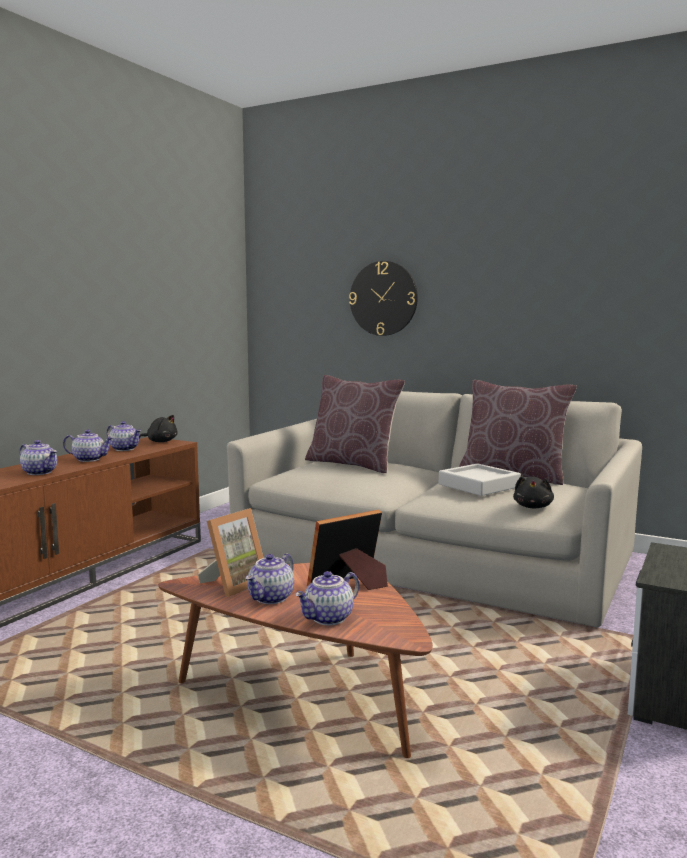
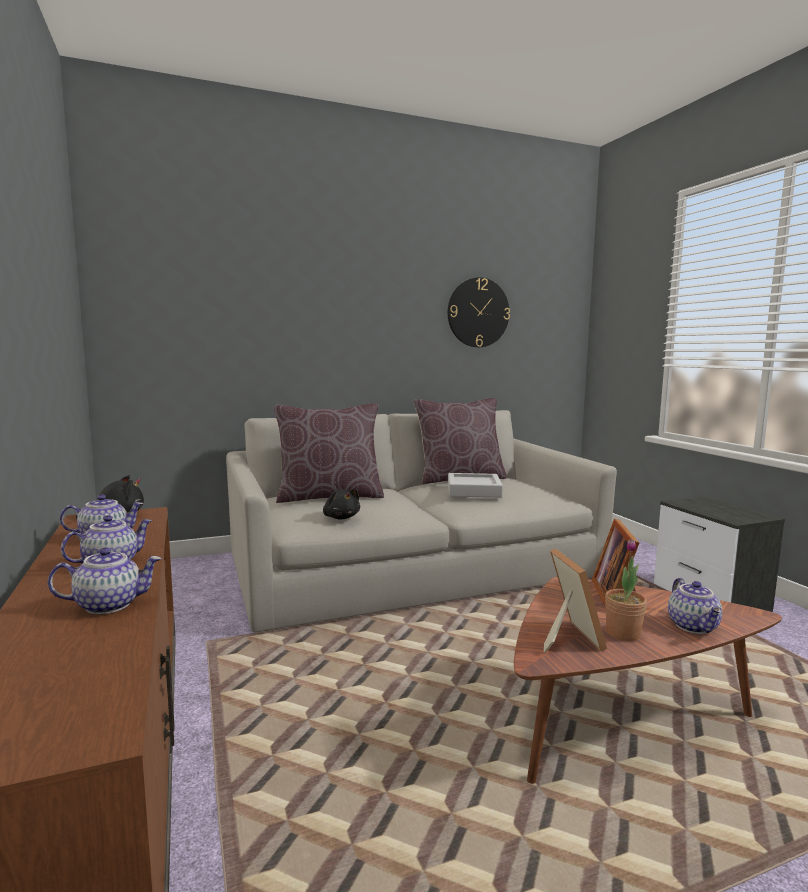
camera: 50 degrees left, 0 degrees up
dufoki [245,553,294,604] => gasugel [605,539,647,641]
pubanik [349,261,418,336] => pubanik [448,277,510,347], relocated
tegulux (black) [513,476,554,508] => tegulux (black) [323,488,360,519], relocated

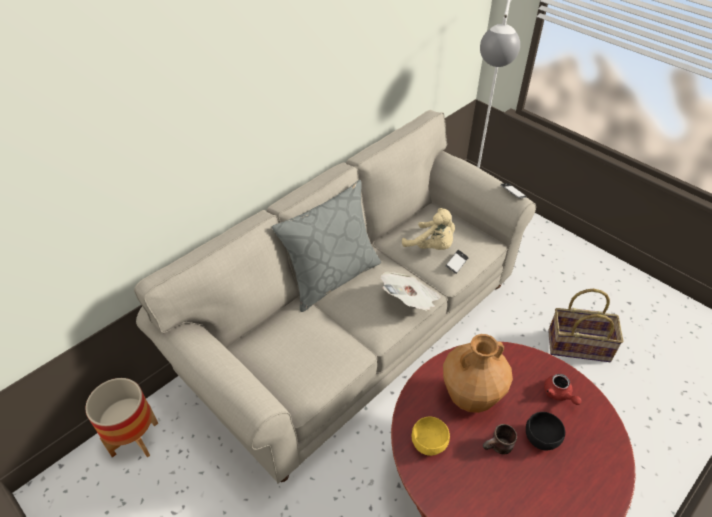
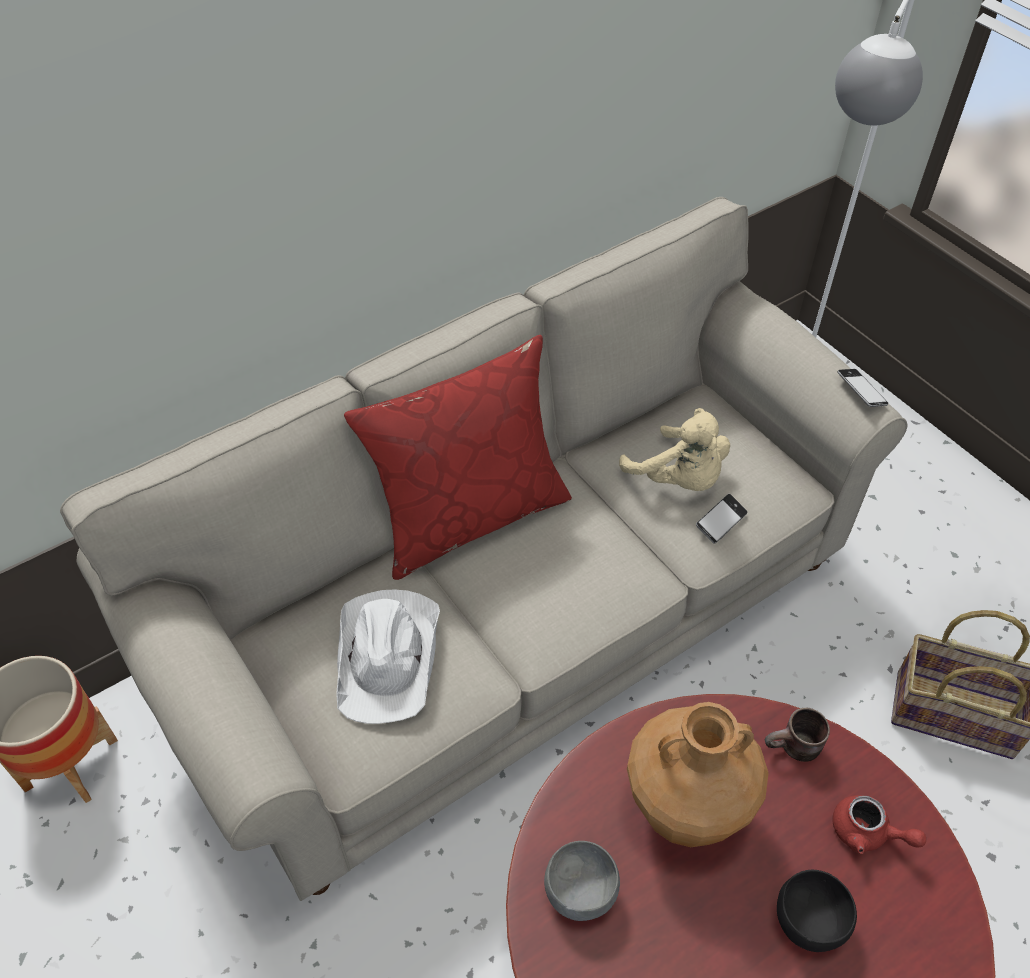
camera: 10 degrees right, 5 degrees up
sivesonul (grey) [272,180,381,312] => sivesonul (red) [344,335,572,580]
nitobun [380,271,441,311] => nothing
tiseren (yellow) [412,417,450,456] => tiseren (grey) [544,841,620,921]
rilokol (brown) [483,424,517,454] => rilokol (brown) [765,707,830,762], relocated
dufoki (red) [544,374,582,405] => dufoki (red) [832,795,926,854], 45 degrees counterclockwise
nothing => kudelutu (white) [336,589,440,724]

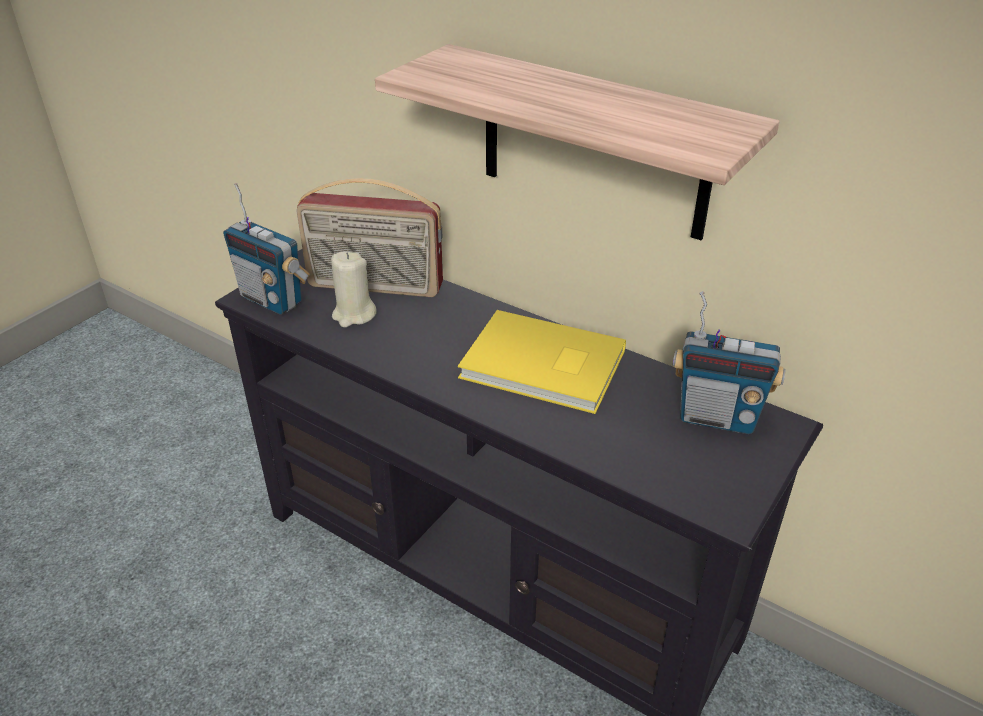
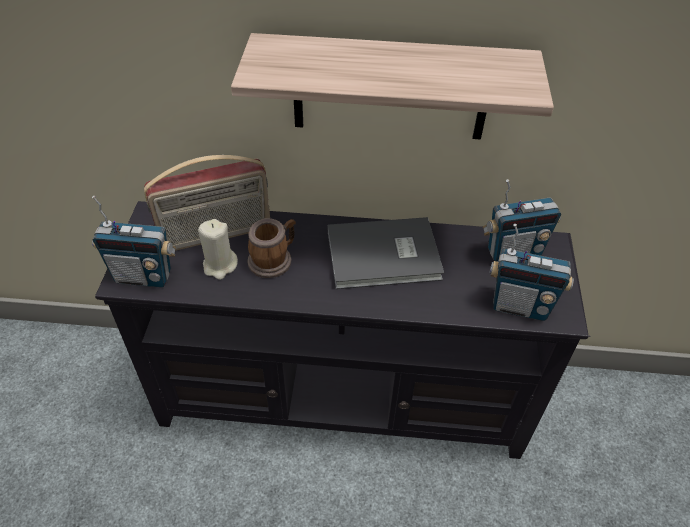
camera: 30 degrees left, 10 degrees up
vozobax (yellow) [458,310,626,414] => vozobax (grey) [328,217,444,289]
nothing => rilokol [248,218,296,278]
nothing => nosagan [490,224,574,321]

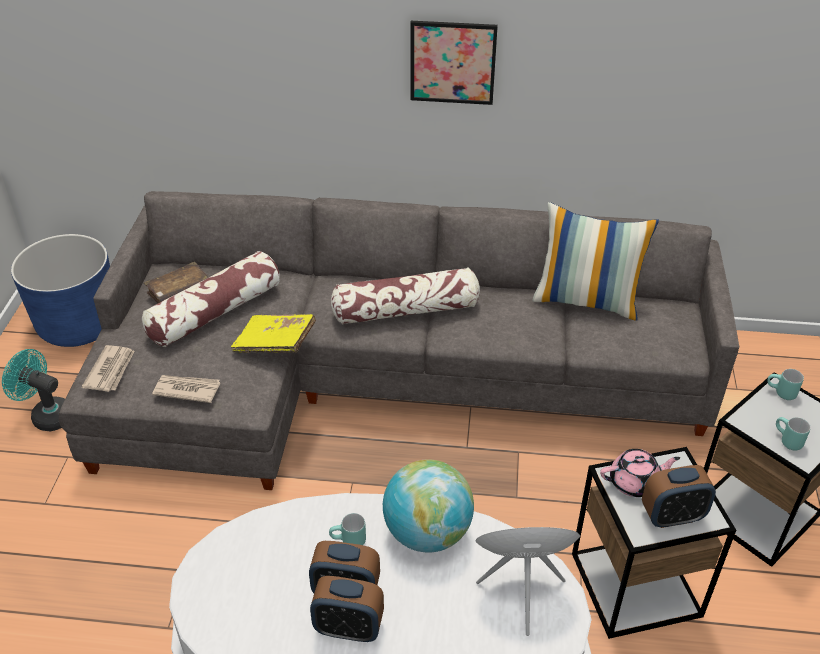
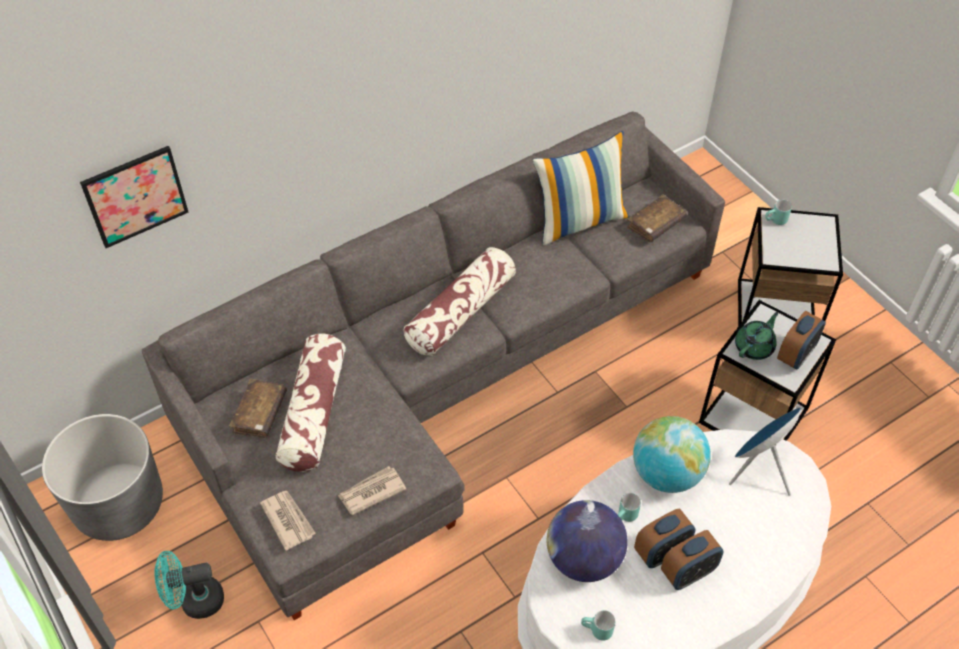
camera: 40 degrees left, 10 degrees up
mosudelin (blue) [11,234,110,347] => mosudelin (grey) [42,414,163,541]
vozobax (yellow) [231,314,316,353] => nothing
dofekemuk [410,21,498,105] => dofekemuk [80,146,188,248], relocated
dufoki (pink) [600,449,680,497] => dufoki (green) [735,312,778,360]
rilokol (turquoise) [776,417,811,450] => rilokol (turquoise) [581,610,615,641], relocated
nothing => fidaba [547,500,628,582]
nothing => vozobax (brown) [627,195,687,242]

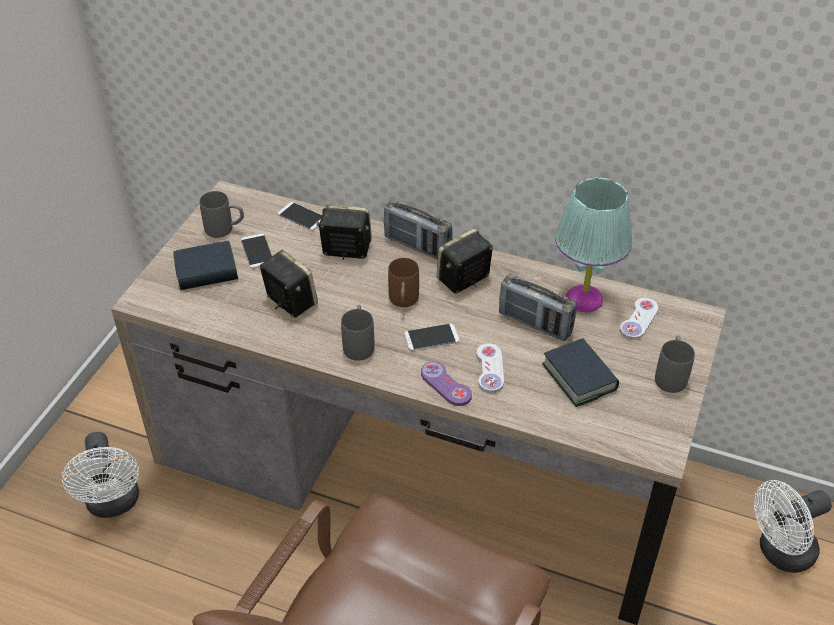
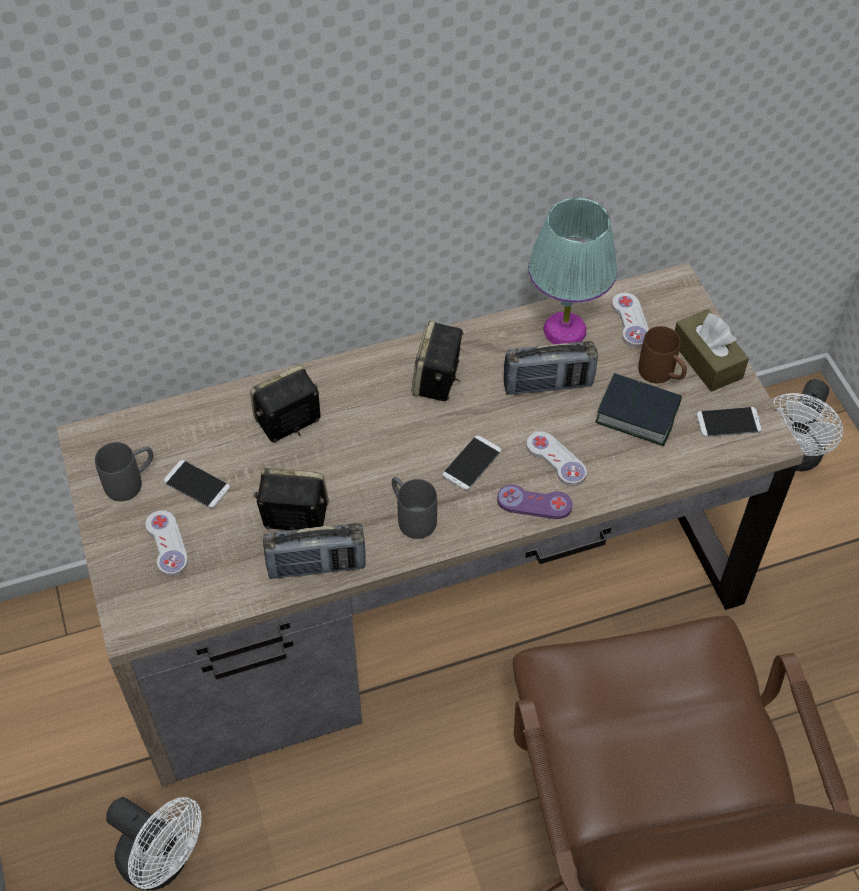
camera: 40 degrees left, 10 degrees up
vozobax [173,241,238,290] => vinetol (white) [145,510,188,576]
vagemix [278,202,322,231] => vagemix [697,407,762,437], relocated
nosagan [384,200,453,260] => nosagan [263,523,366,579], relocated
rilokol (brown) [388,258,419,307] => rilokol (brown) [638,326,687,384], relocated
rilokol (grey) [655,336,695,393] => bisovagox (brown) [675,309,749,392]

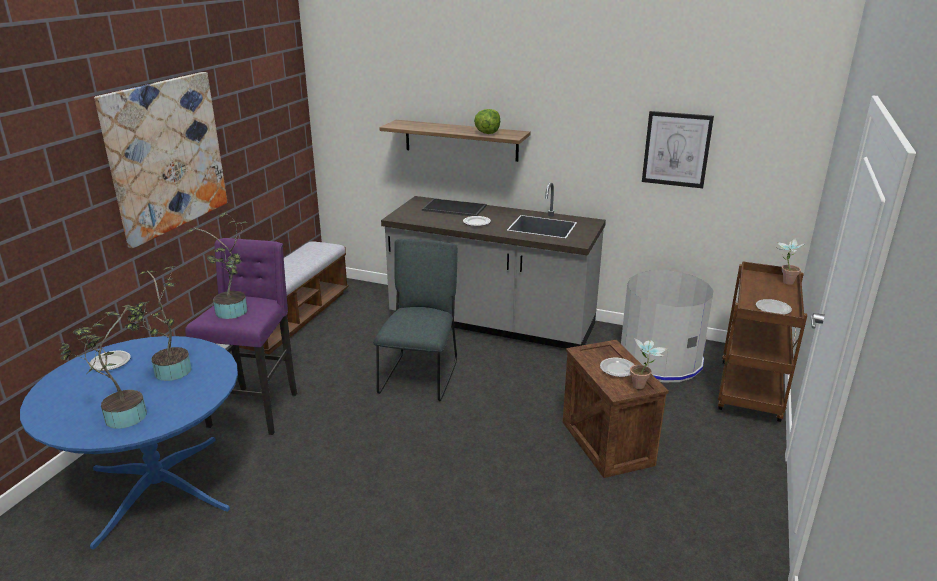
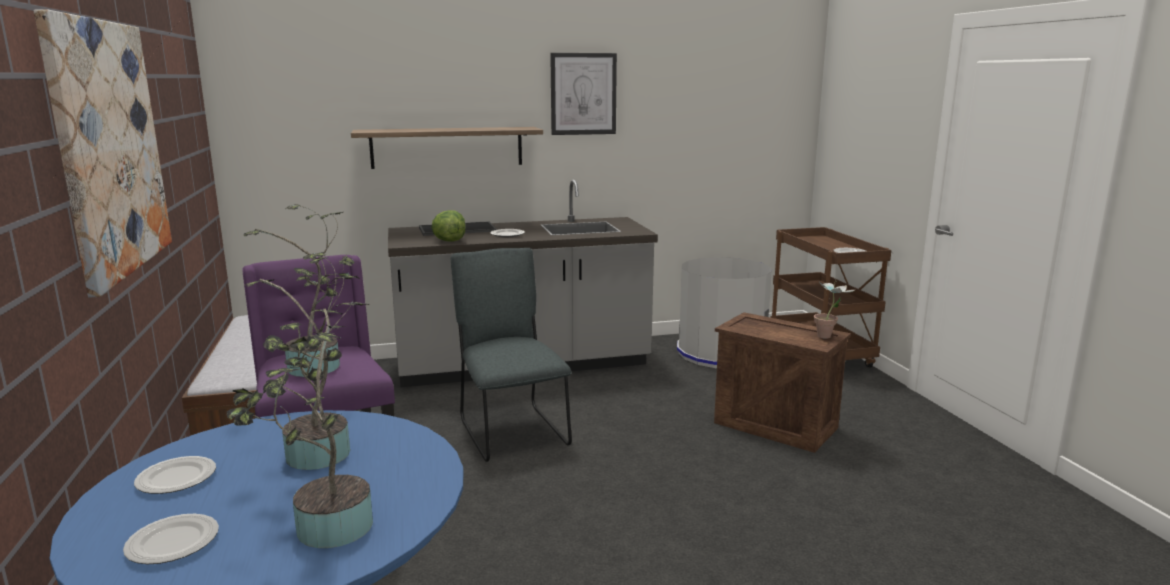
camera: 35 degrees left, 10 degrees down
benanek [474,109,500,134] => benanek [431,210,466,242], relocated
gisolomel [600,358,634,377] => gisolomel [123,514,219,564], relocated
dofekemuk [642,111,714,188] => dofekemuk [550,53,617,135], relocated
gasugel [776,238,806,285] => nothing

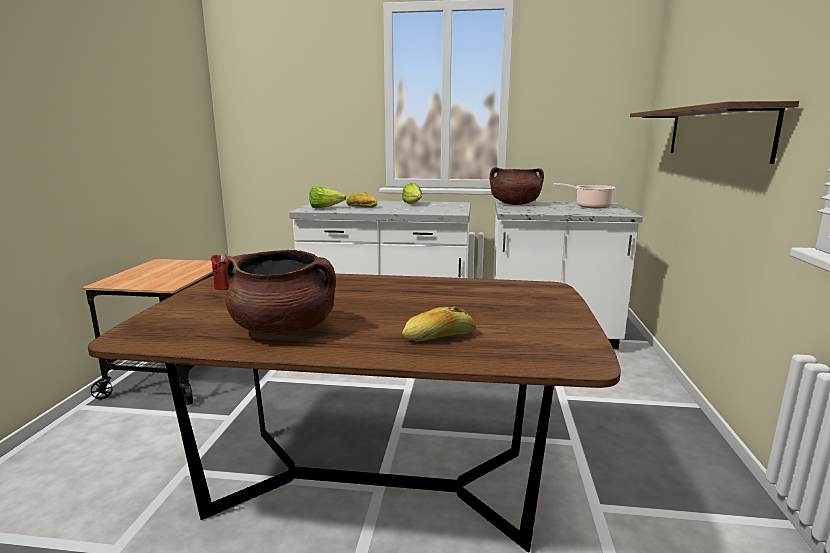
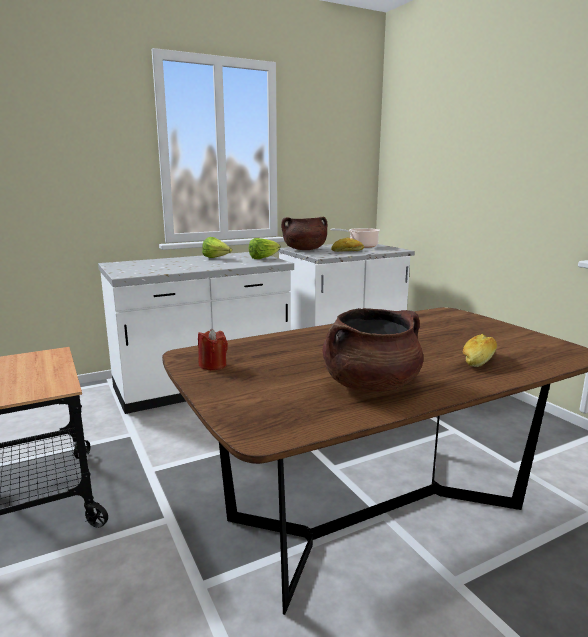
camera: 35 degrees left, 0 degrees up
benanek [309,186,346,208] => benanek [249,238,280,259], relocated
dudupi [346,192,378,208] => dudupi [331,238,364,252], relocated
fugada [630,101,799,164] => nothing

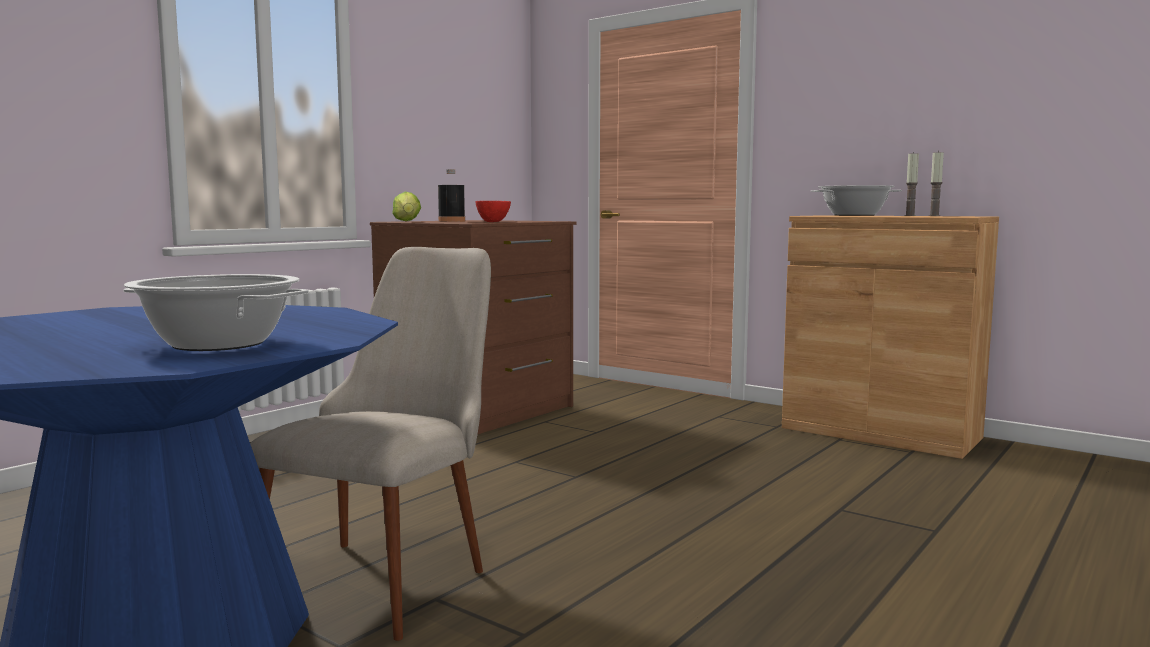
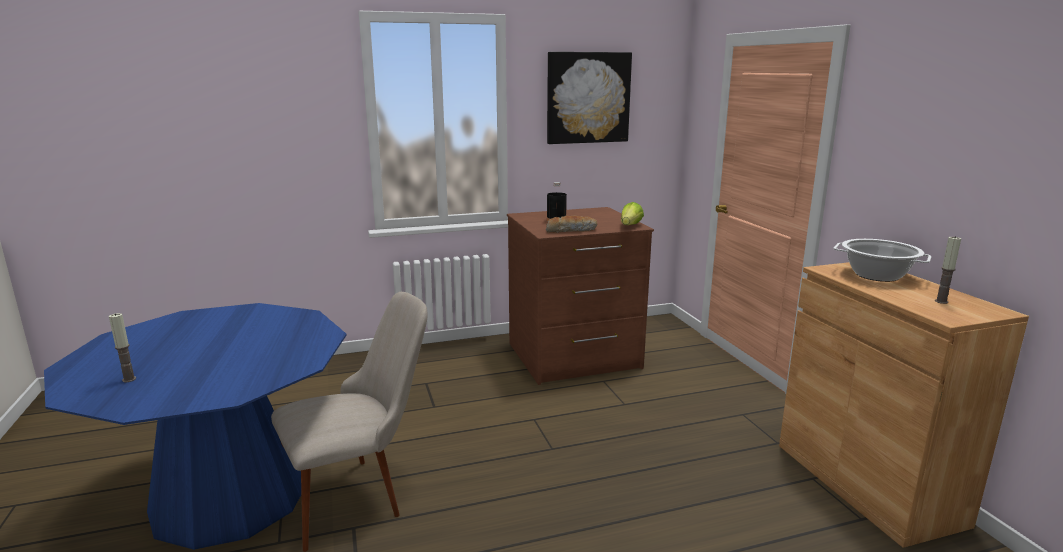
camera: 35 degrees right, 10 degrees up
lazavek [123,274,309,351] => nothing
benanek [392,192,421,221] => benanek [621,202,644,225], relocated
tiseren (red) [475,201,511,222] => dudupi [546,215,597,233]
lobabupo [904,153,919,216] => lobabupo [109,313,136,382], relocated
nothing => dofekemuk [547,52,632,144]

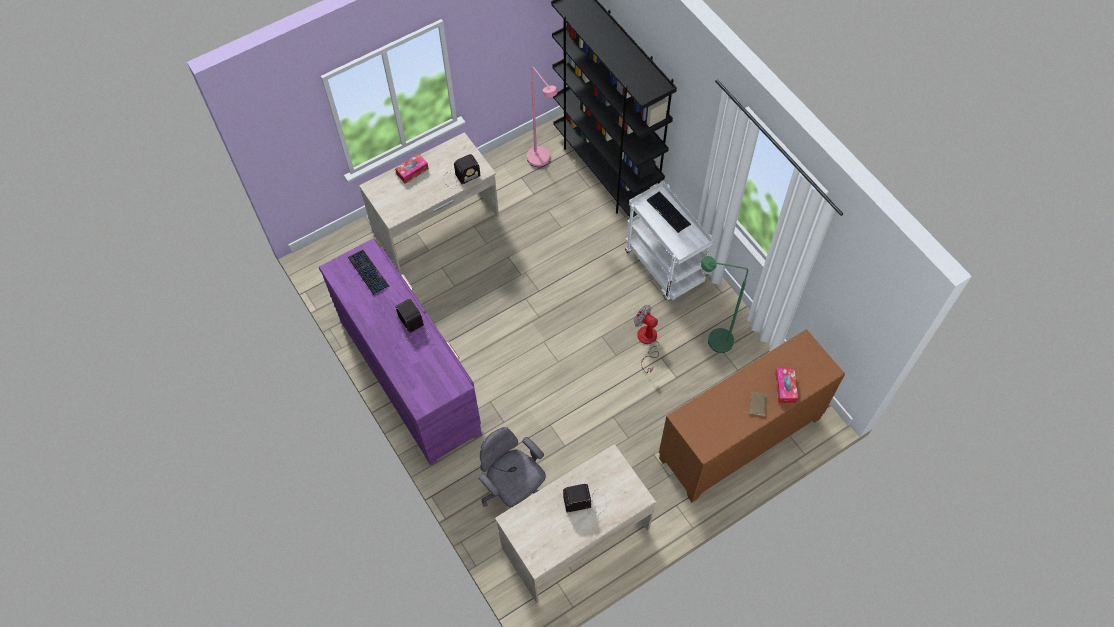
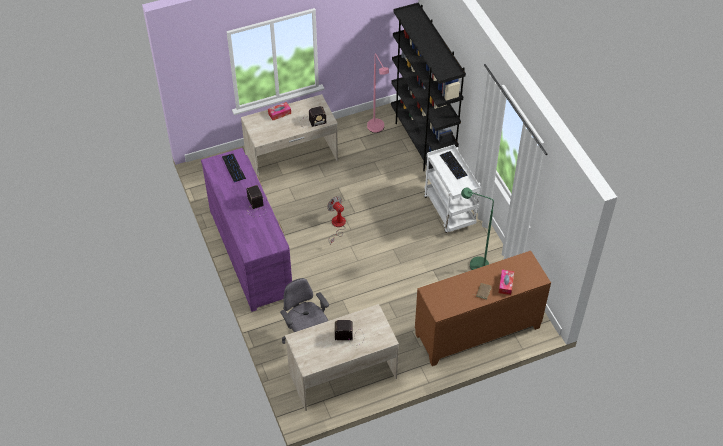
camera: 10 degrees right, 10 degrees down
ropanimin [634,305,659,373] => ropanimin [327,196,346,245], relocated

